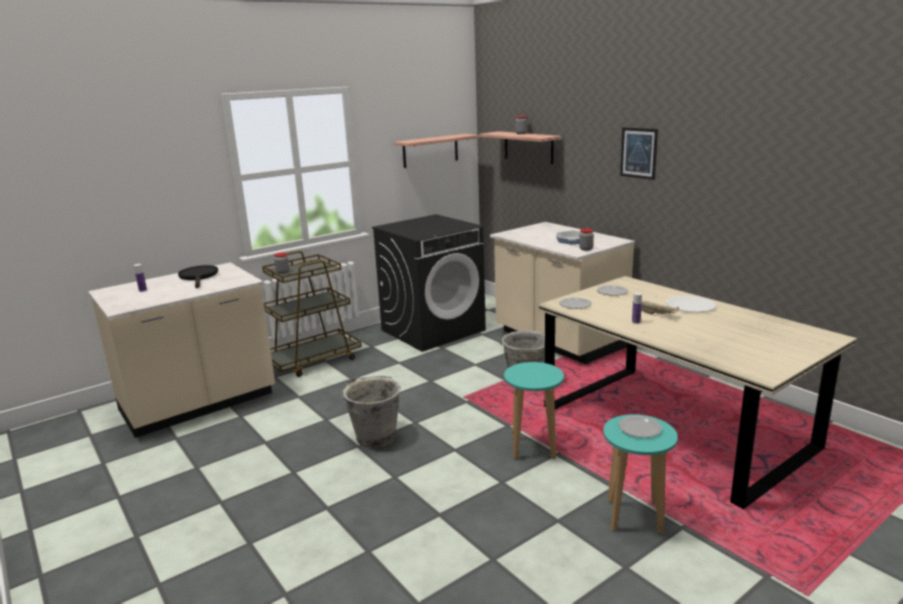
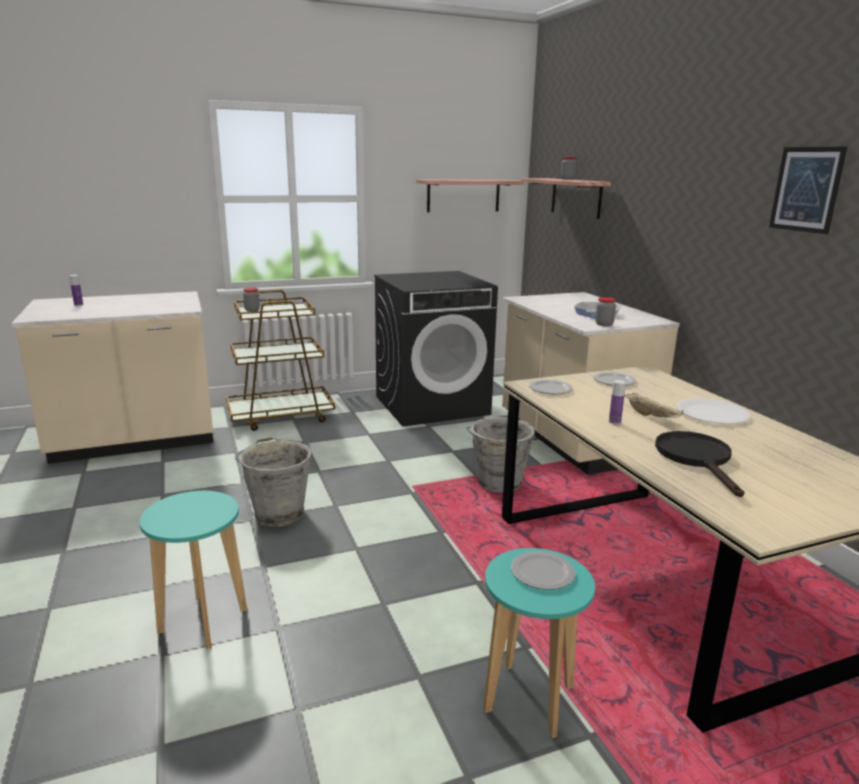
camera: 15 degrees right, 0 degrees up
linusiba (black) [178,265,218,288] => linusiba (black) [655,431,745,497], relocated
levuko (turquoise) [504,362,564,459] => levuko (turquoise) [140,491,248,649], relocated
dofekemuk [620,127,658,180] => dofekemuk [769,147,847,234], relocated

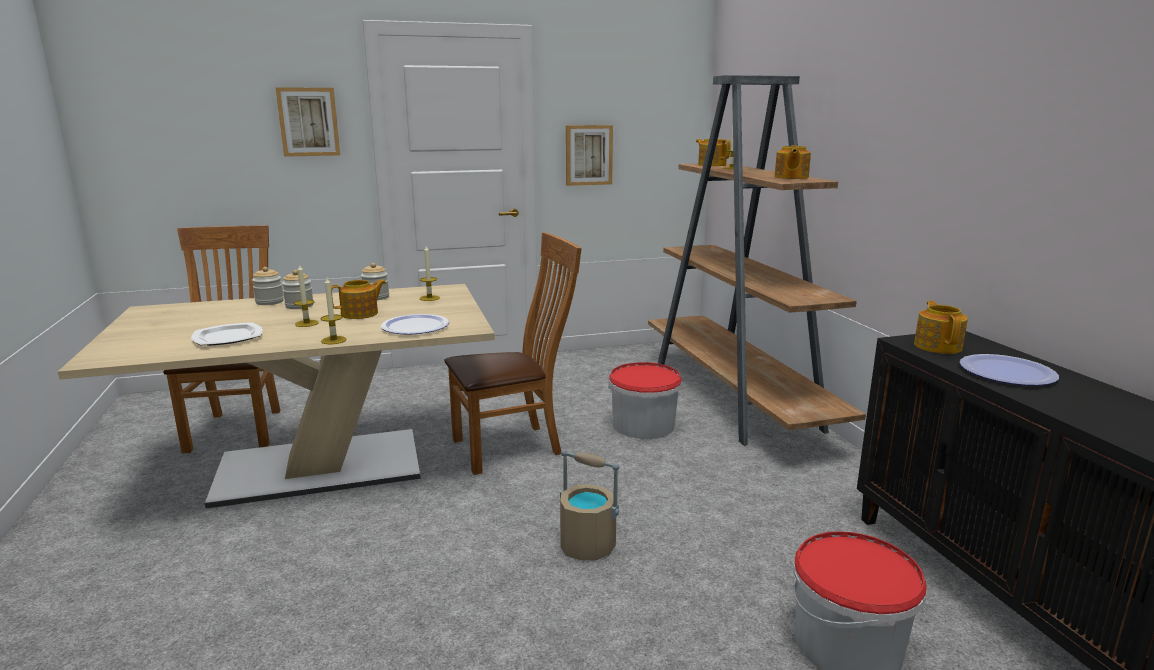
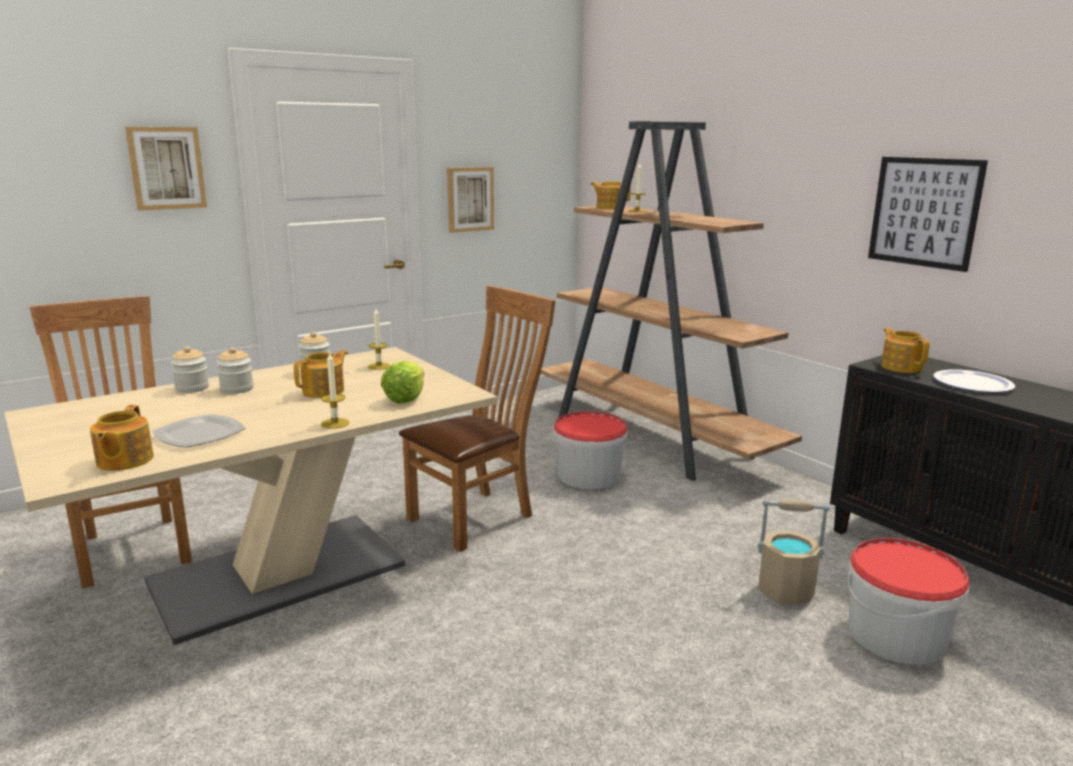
camera: 20 degrees left, 0 degrees up
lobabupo [294,264,319,327] => nothing
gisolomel [381,314,449,335] => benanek [381,361,424,404]
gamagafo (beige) [560,449,620,560] => gamagafo (beige) [757,499,830,605], relocated
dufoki [775,145,811,179] => dufoki [90,405,154,471], relocated
nothing => dofekemuk [868,157,988,272]

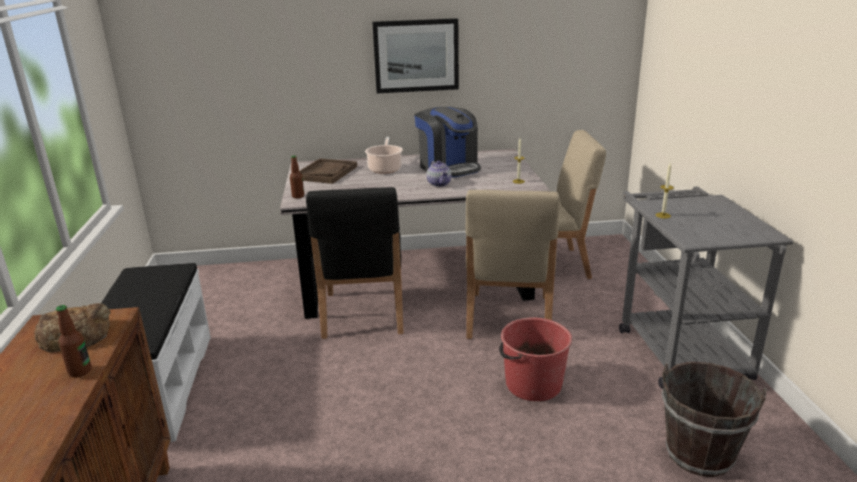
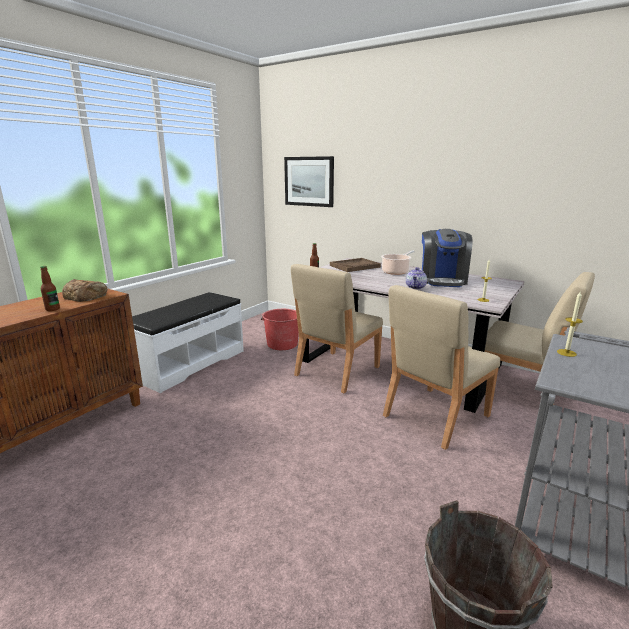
camera: 40 degrees right, 5 degrees down
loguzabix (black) [306,187,403,339] => loguzabix (beige) [291,264,383,393]
dofekemuk [372,18,459,93] => dofekemuk [284,156,334,207], relocated
gamagafo (red) [499,318,572,401] => gamagafo (red) [261,309,299,350], relocated

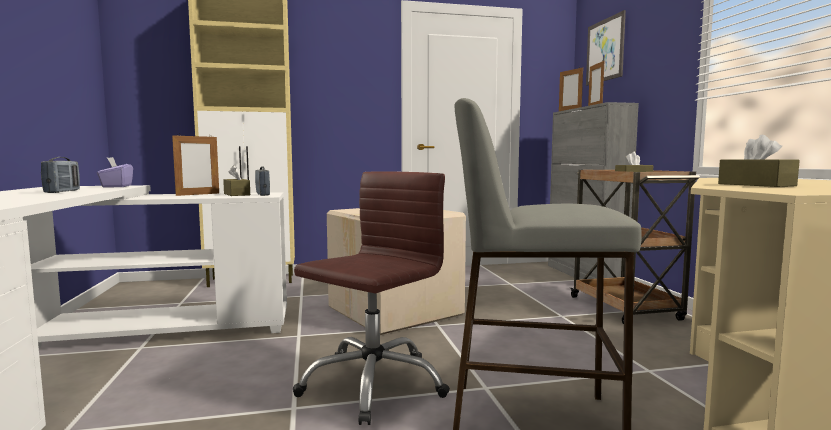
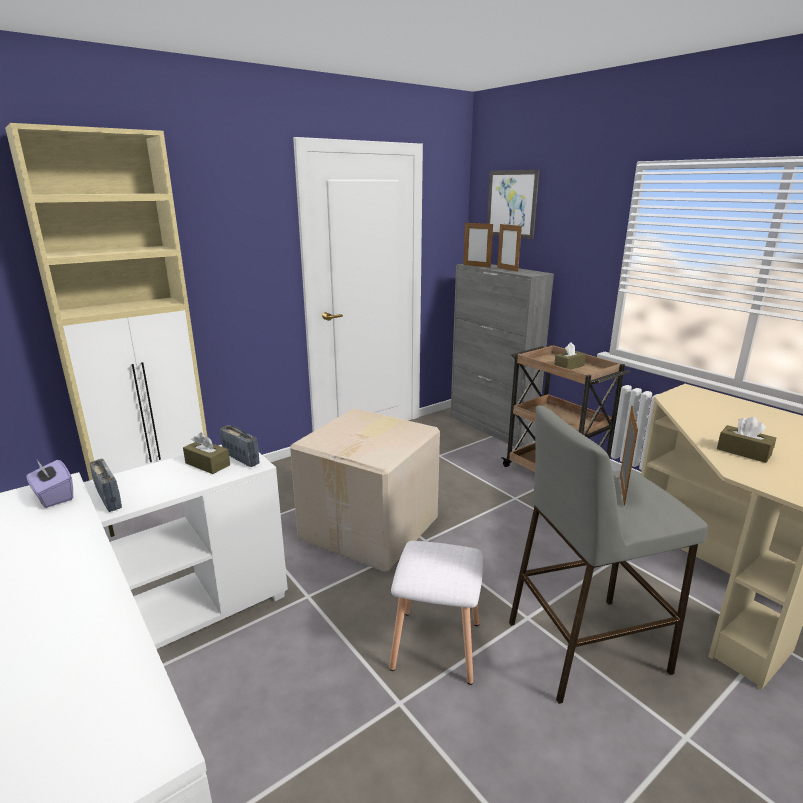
camera: 25 degrees left, 15 degrees up
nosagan [41,157,80,193] => nosagan [90,459,122,512], relocated
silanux [172,135,219,196] => silanux [620,405,638,505], relocated
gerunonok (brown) [293,171,450,425] => levuko (white) [389,541,483,685]

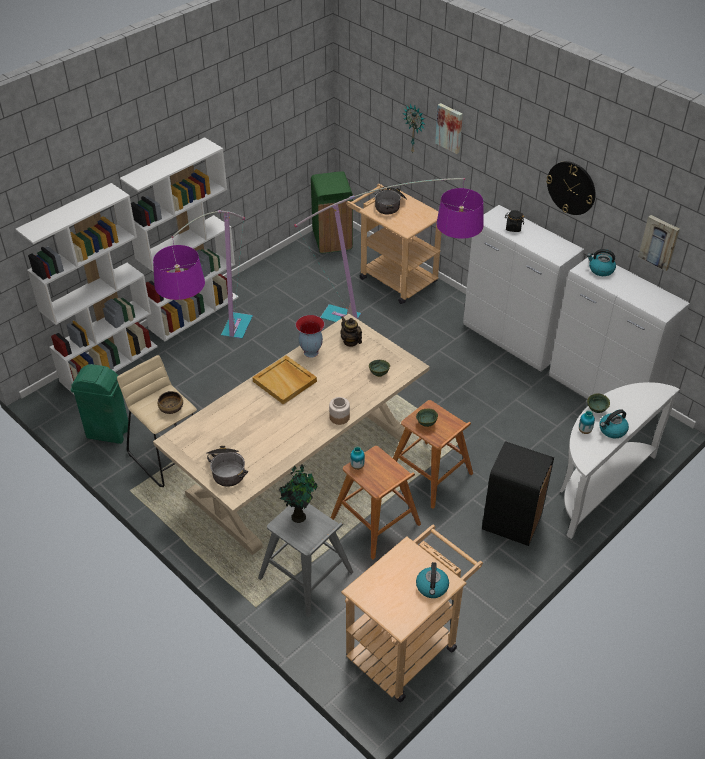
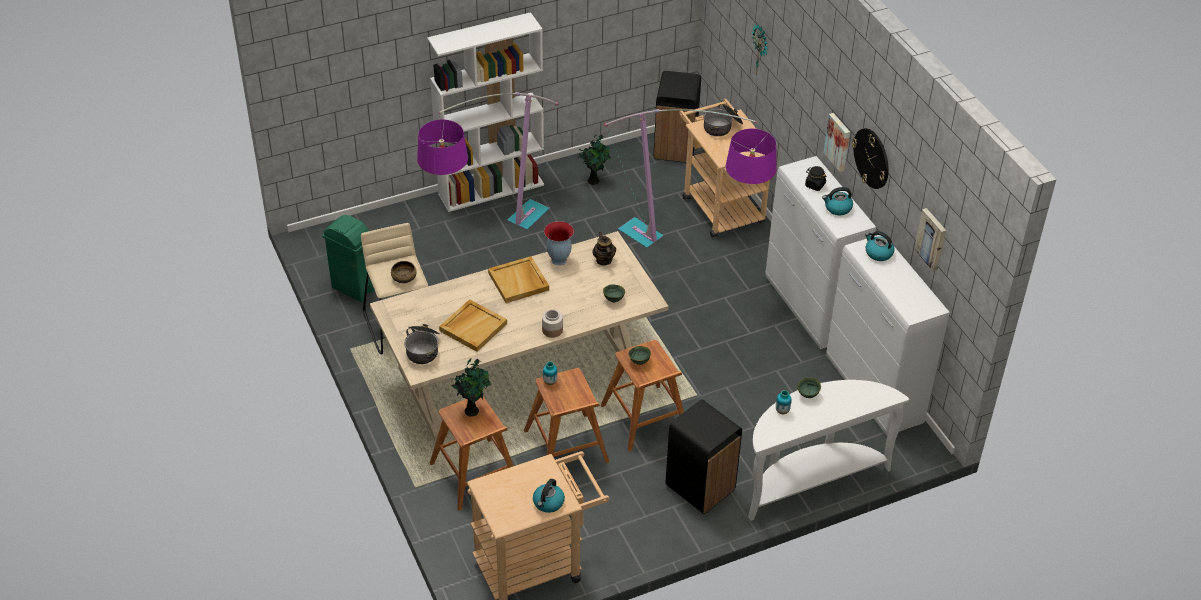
camera: 20 degrees right, 0 degrees up
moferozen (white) [15,183,158,394] => nothing
levuko (grey) [258,504,353,617] => levuko (brown) [430,396,514,511]
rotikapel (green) [311,171,353,253] => rotikapel (black) [654,71,701,163]
dofekemuk [435,103,463,154] => dofekemuk [824,113,850,172], relocated
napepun [599,409,629,438] => napepun [822,187,853,215], relocated
nothing => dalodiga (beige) [439,299,507,352]
nothing => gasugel [578,134,611,185]

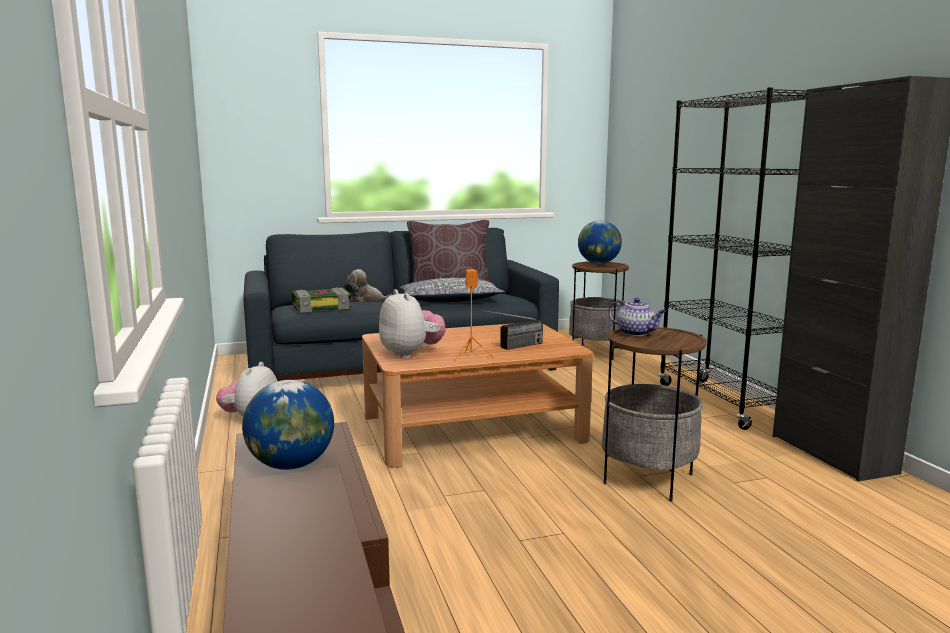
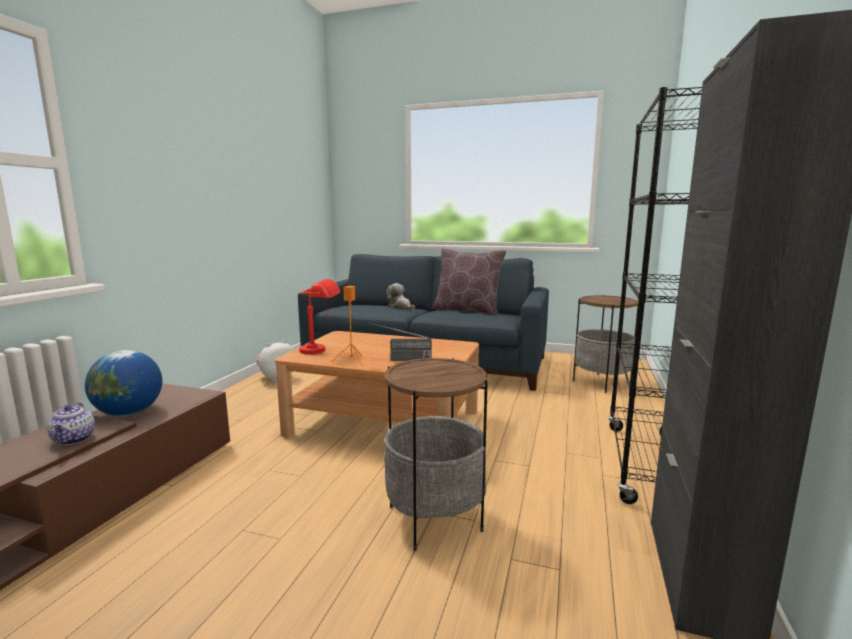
camera: 35 degrees right, 0 degrees up
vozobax [292,287,352,312] => nothing
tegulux [379,289,445,359] => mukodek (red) [299,279,340,354]
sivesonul [400,278,505,303] => nothing
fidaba [578,220,622,264] => nothing
dufoki [608,298,666,336] => dufoki [47,402,95,445], relocated

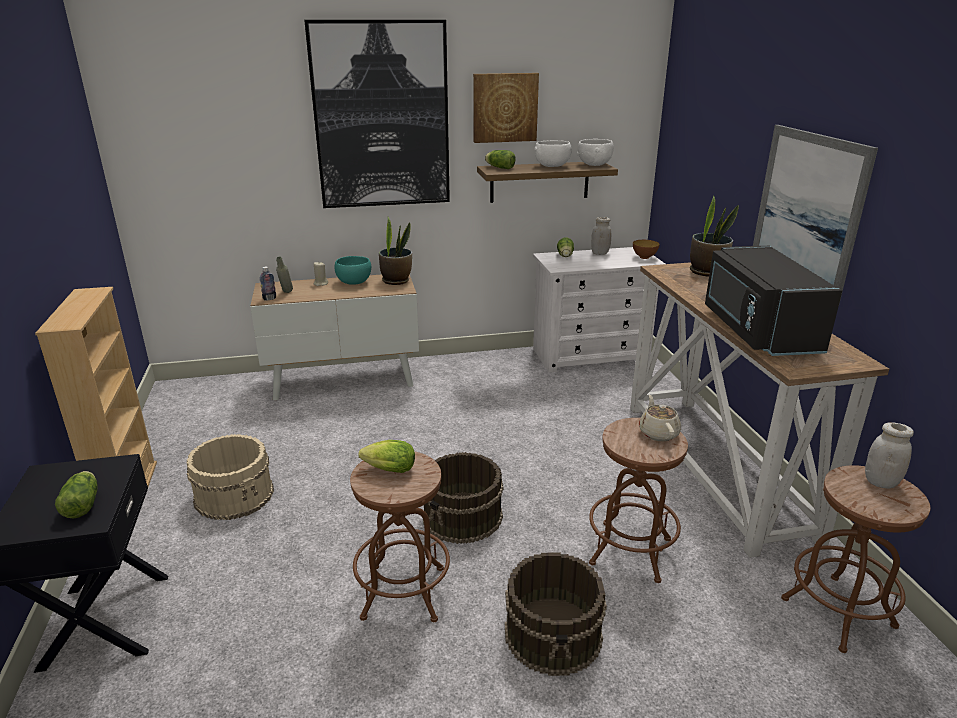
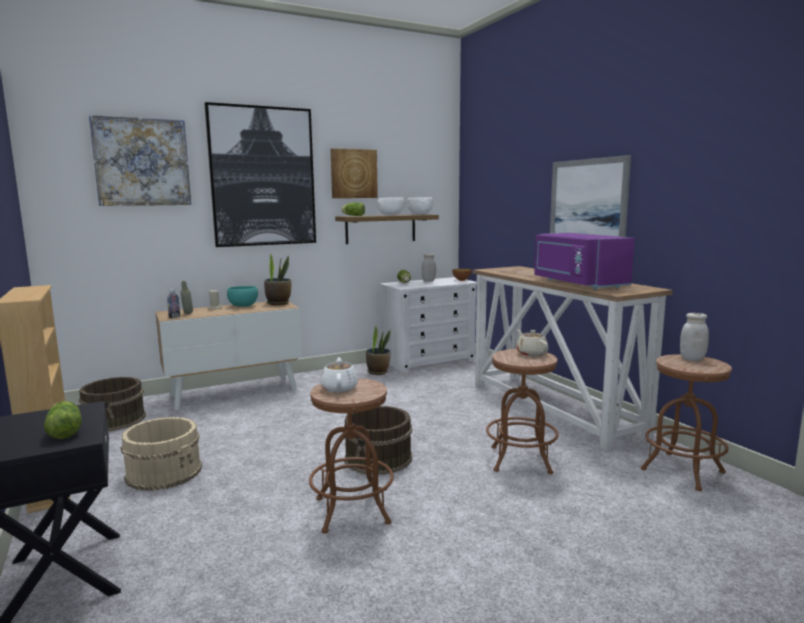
camera: 15 degrees left, 15 degrees down
benanek [358,440,415,473] => dufoki (white) [320,357,358,393]
gamagafo (brown) [505,552,607,676] => gamagafo (brown) [79,377,146,431], relocated
gasugel [690,196,739,276] => gasugel [366,325,391,375], relocated
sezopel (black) [705,246,842,356] => sezopel (purple) [534,233,635,290]
nothing => dofekemuk [89,115,191,206]

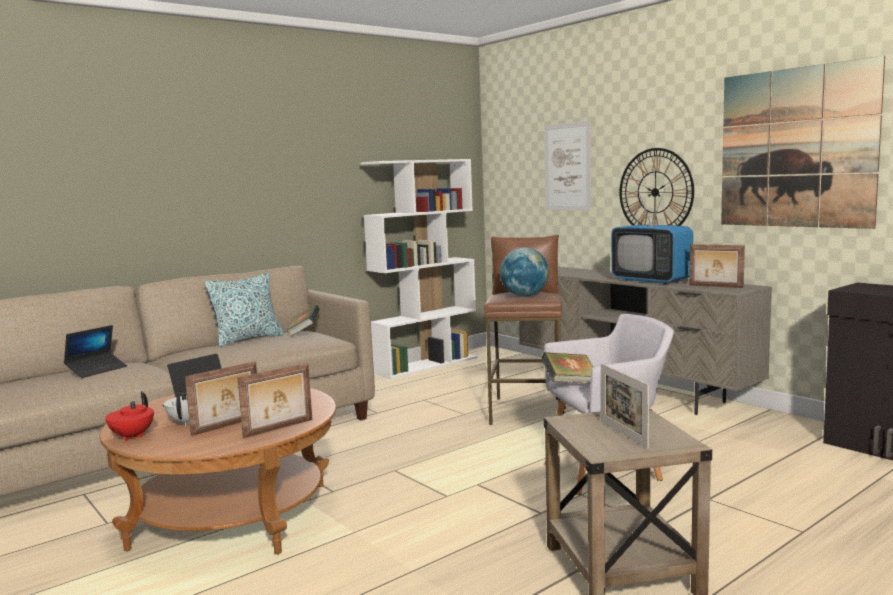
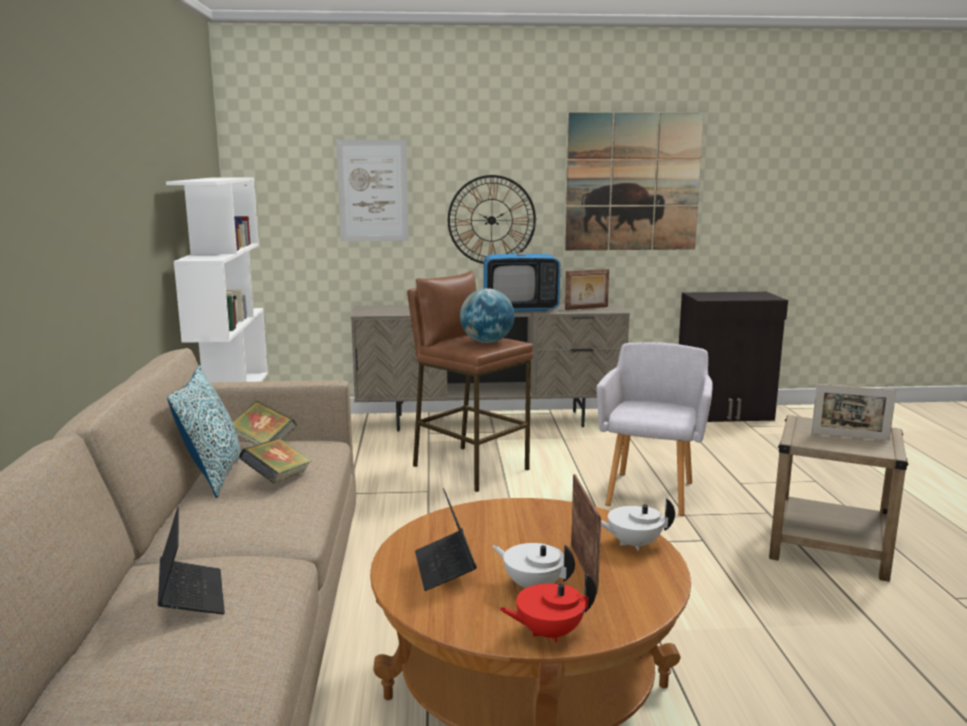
camera: 55 degrees left, 5 degrees up
dufoki (red) [105,392,154,441] => dufoki (red) [499,573,596,642], 120 degrees clockwise
silanux [238,363,312,438] => dufoki (white) [601,498,675,551]
vozobax [541,352,593,384] => vozobax [239,438,311,483], relocated

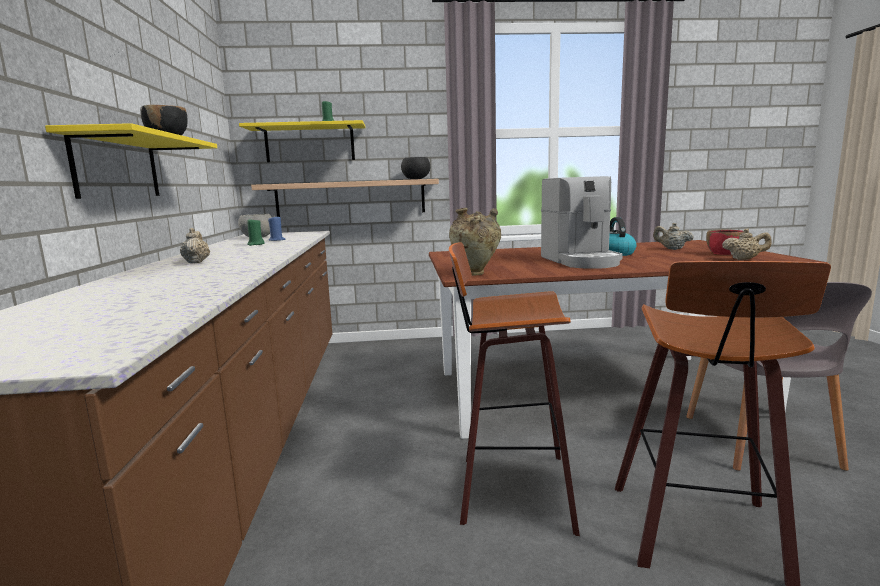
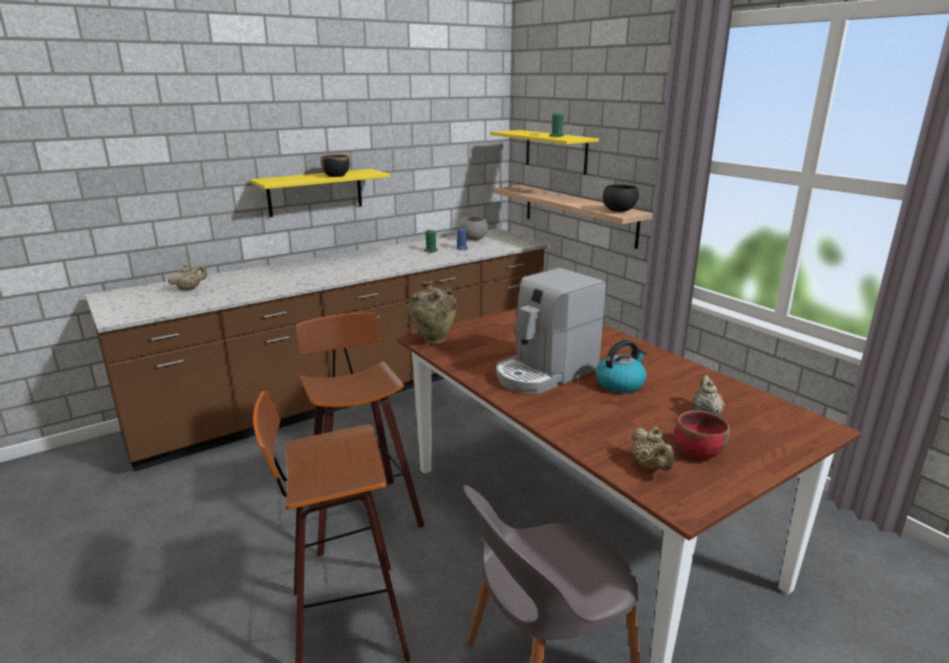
camera: 60 degrees right, 10 degrees up
dufoki (beige) [180,228,210,263] => dufoki (beige) [168,264,207,291], relocated

